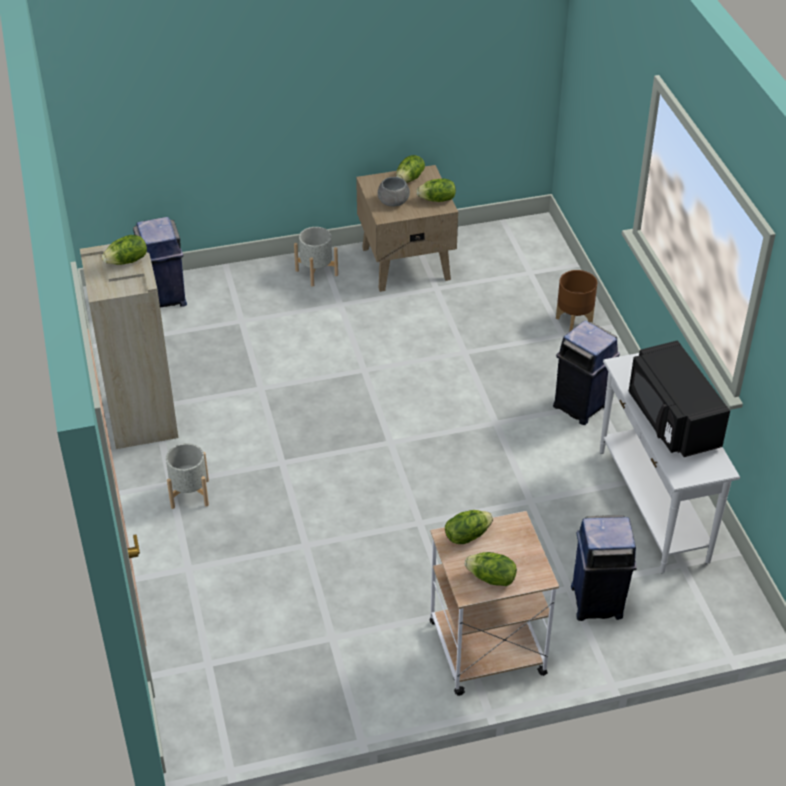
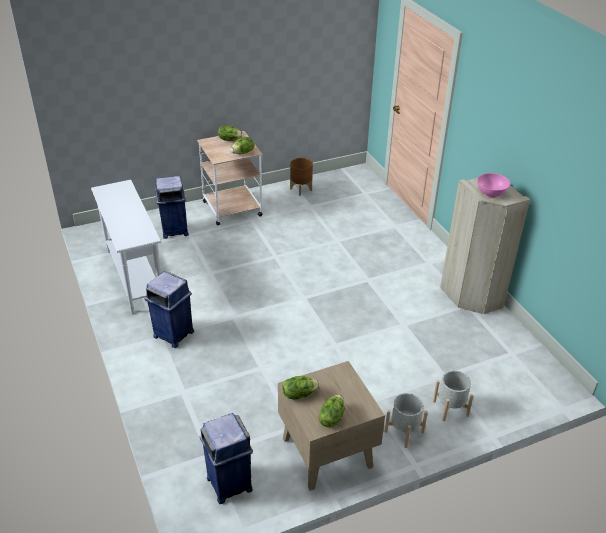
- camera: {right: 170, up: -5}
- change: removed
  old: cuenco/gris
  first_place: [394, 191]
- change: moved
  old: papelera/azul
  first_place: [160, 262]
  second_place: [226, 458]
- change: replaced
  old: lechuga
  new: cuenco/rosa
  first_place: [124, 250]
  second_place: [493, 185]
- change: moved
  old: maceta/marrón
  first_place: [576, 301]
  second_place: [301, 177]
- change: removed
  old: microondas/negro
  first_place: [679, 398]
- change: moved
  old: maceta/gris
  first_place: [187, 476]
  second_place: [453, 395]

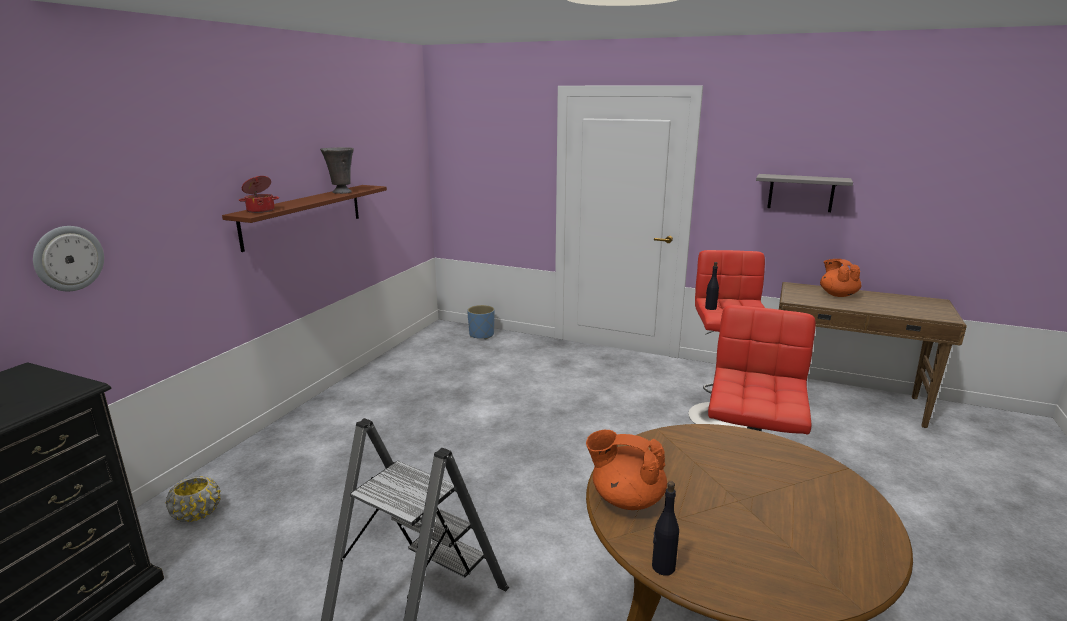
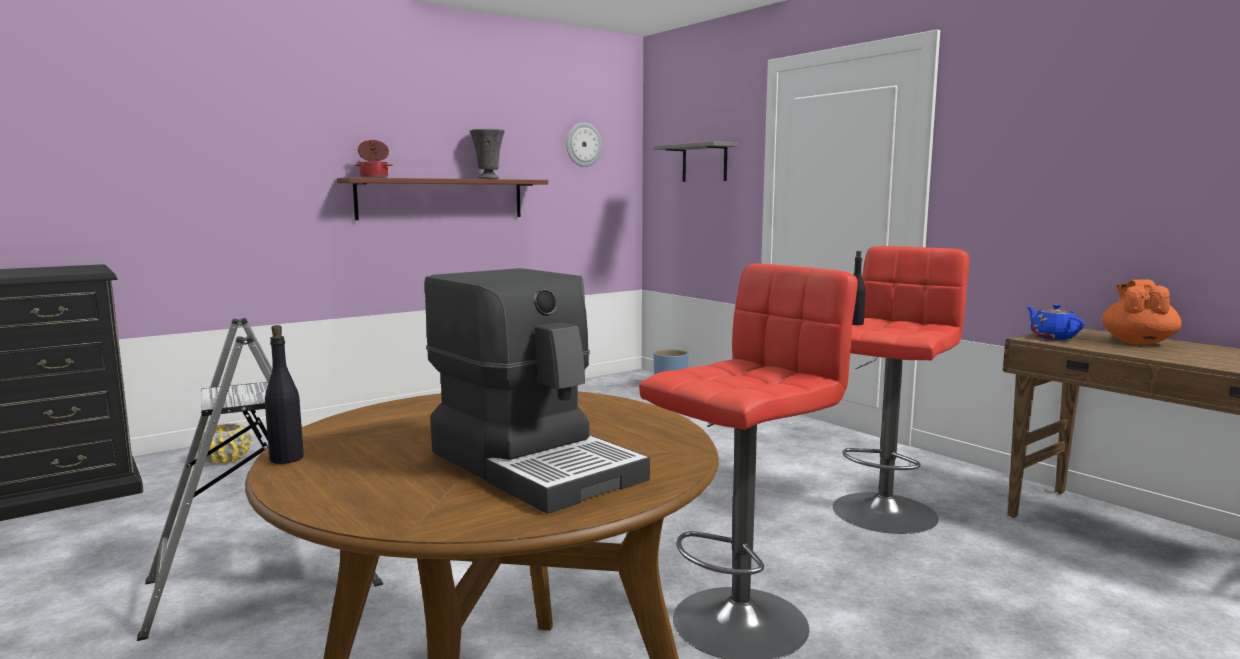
- camera: {right: 30, up: -10}
- change: moved
  old: estante/gris
  first_place: [804, 193]
  second_place: [695, 161]
- change: moved
  old: reloj de pared
  first_place: [68, 258]
  second_place: [584, 144]
- change: removed
  old: tetera/naranja
  first_place: [626, 470]
- change: added
  new: cafetera
  second_place: [537, 391]
- change: added
  new: tetera/azul
  second_place: [1056, 322]

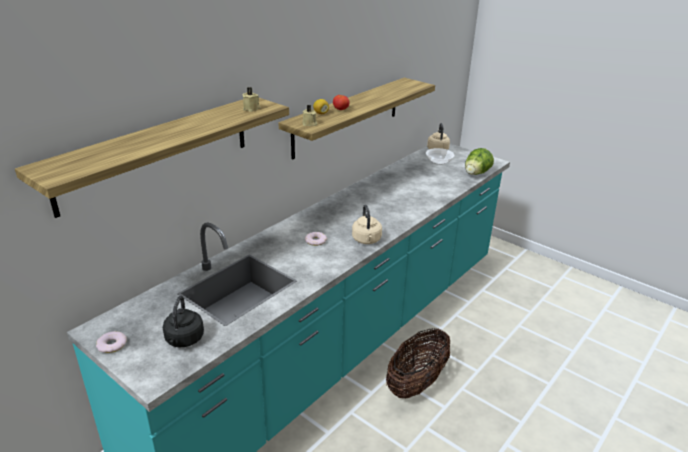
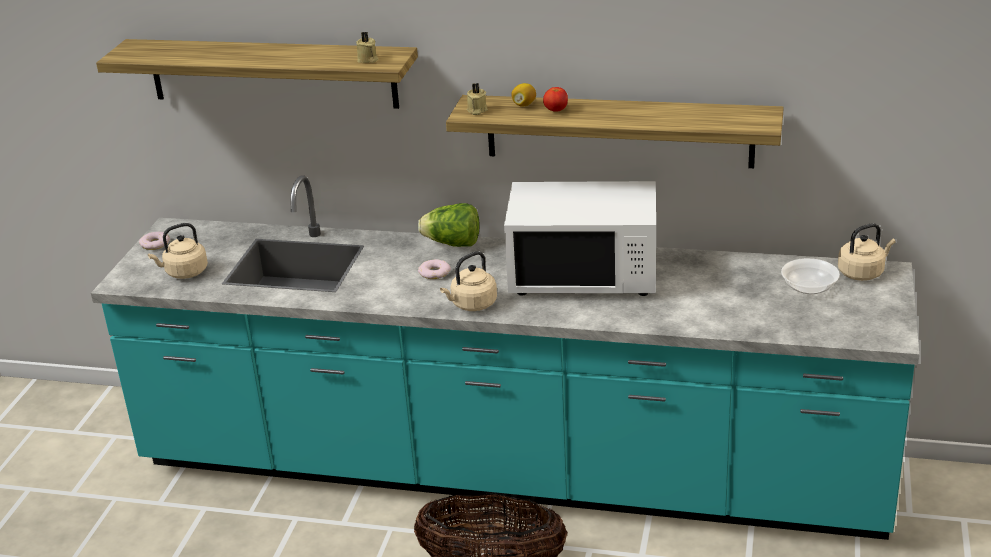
- camera: {right: 65, up: 0}
- change: moved
  old: lechuga
  first_place: [479, 161]
  second_place: [448, 225]
- change: recoloured
  old: hervidor/negro
  new: hervidor/beis
  first_place: [183, 321]
  second_place: [178, 251]
- change: added
  new: microondas/blanco
  second_place: [580, 238]

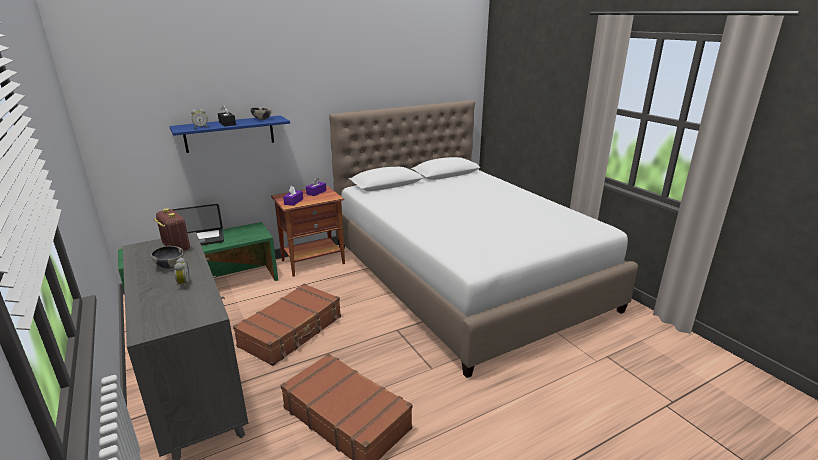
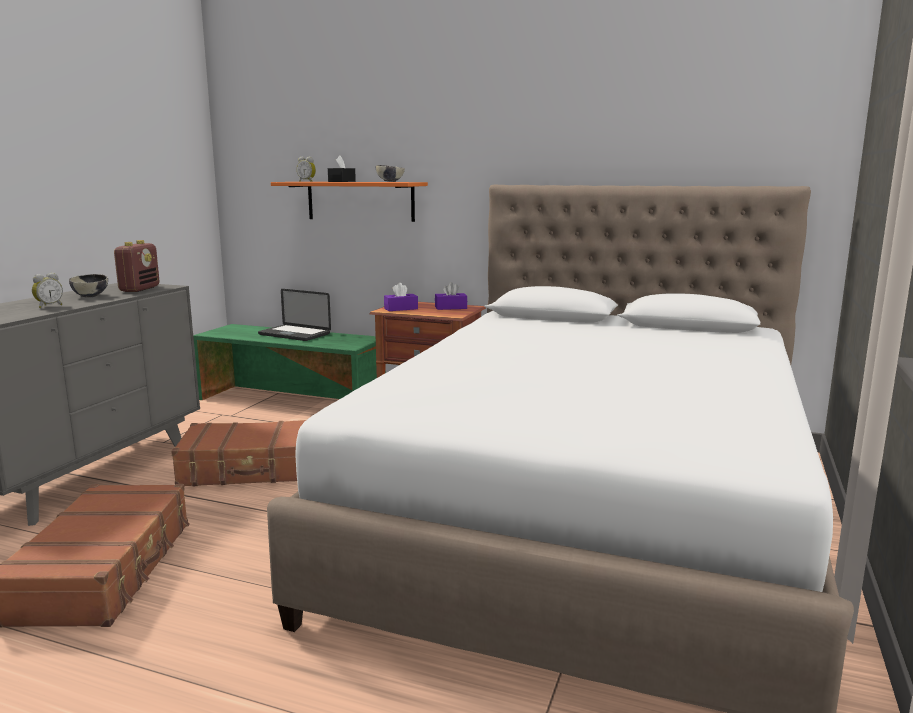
- camera: {right: 50, up: -10}
- change: recoloured
  old: estante/azul
  new: estante/naranja
  first_place: [229, 134]
  second_place: [349, 202]

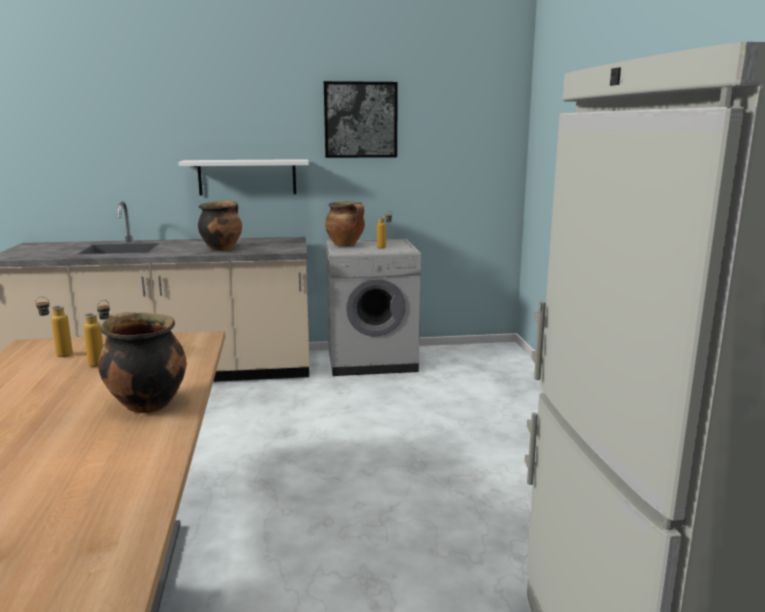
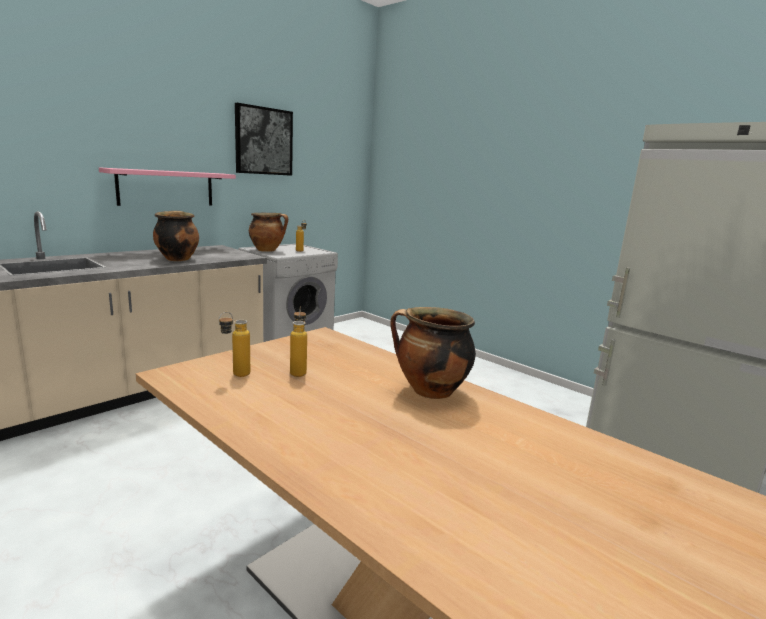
- camera: {right: -40, up: 0}
- change: recoloured
  old: estante/blanco
  new: estante/rosa
  first_place: [243, 177]
  second_place: [167, 186]

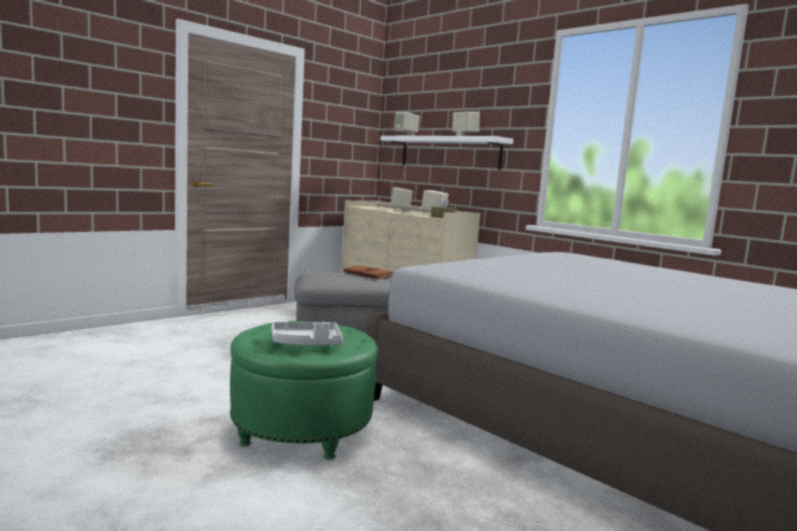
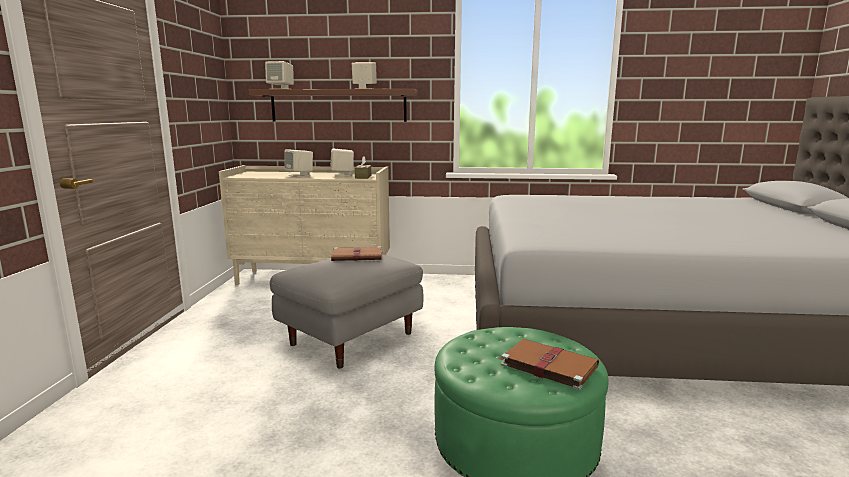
- camera: {right: -40, up: 5}
- change: recoloured
  old: estante/blanco
  new: estante/marrón
  first_place: [447, 153]
  second_place: [333, 105]
- change: replaced
  old: bandeja/gris
  new: libro/marrón
  first_place: [307, 334]
  second_place: [549, 364]

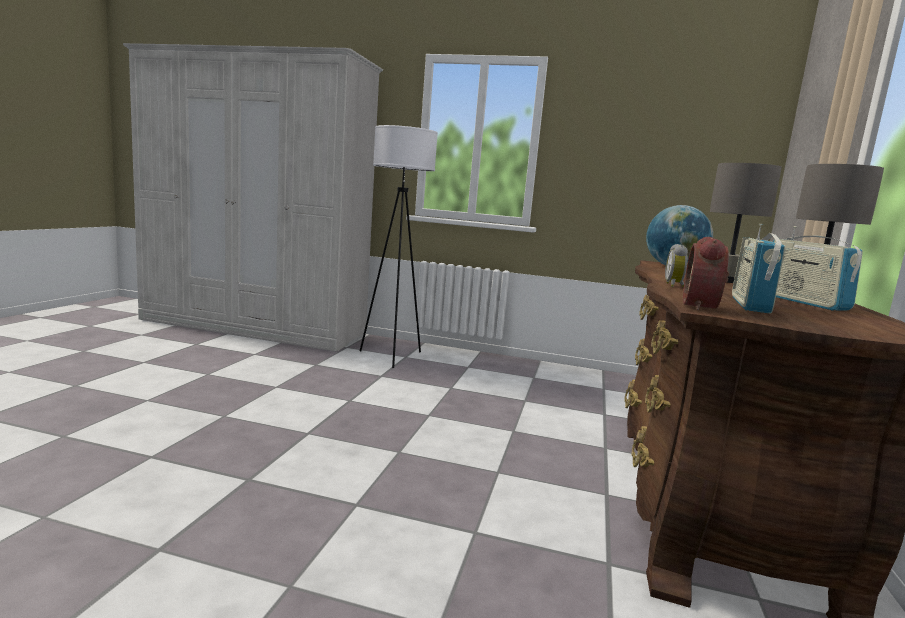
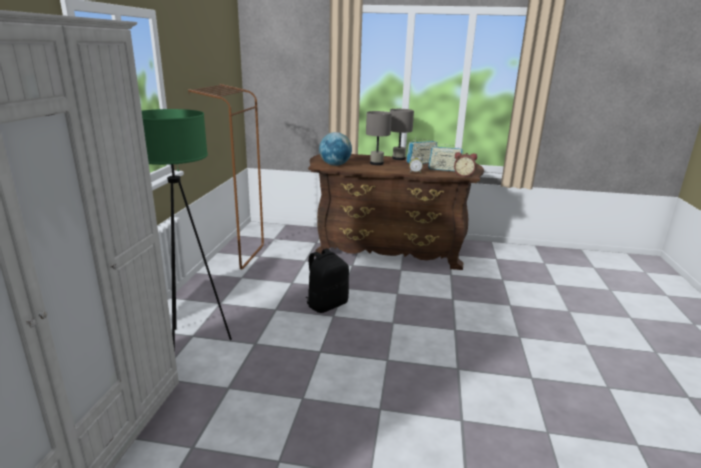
- camera: {right: -95, up: 10}
- change: recoloured
  old: lámpara de pie/blanco
  new: lámpara de pie/verde
  first_place: [399, 246]
  second_place: [187, 230]
- change: added
  new: perchero/marrón
  second_place: [226, 176]
- change: added
  new: mochila/negro
  second_place: [327, 281]

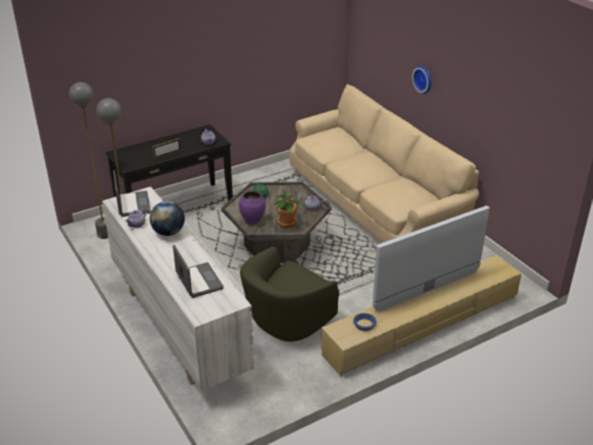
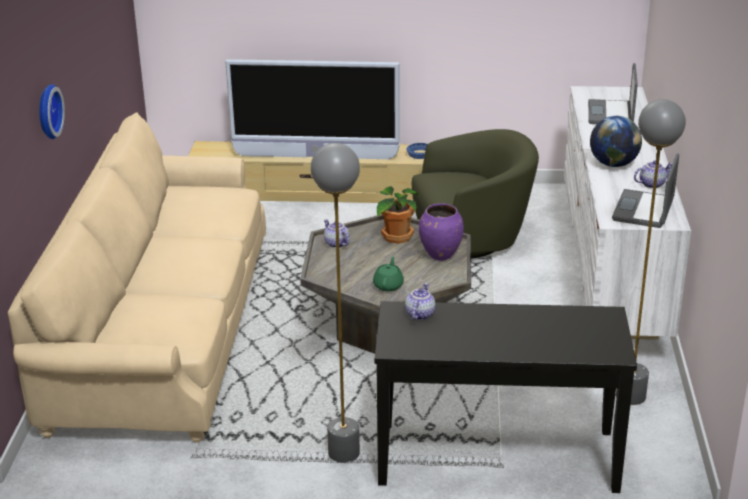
- camera: {right: -145, up: -5}
- change: moved
  old: lámpara de pie/gris
  first_place: [88, 160]
  second_place: [335, 303]
- change: removed
  old: portarretratos
  first_place: [167, 149]

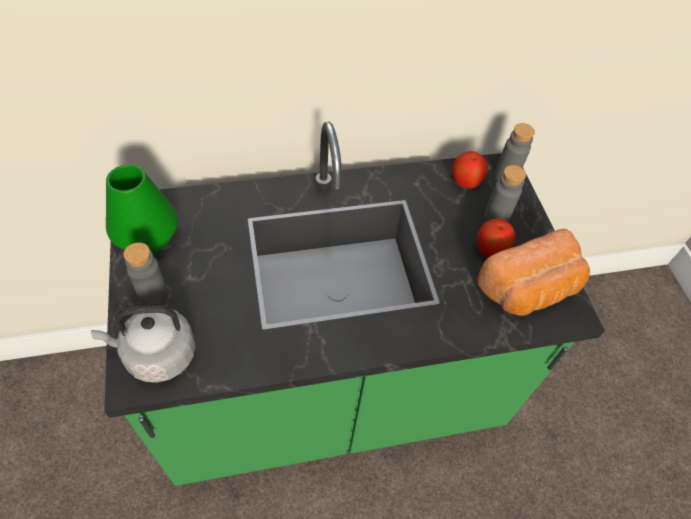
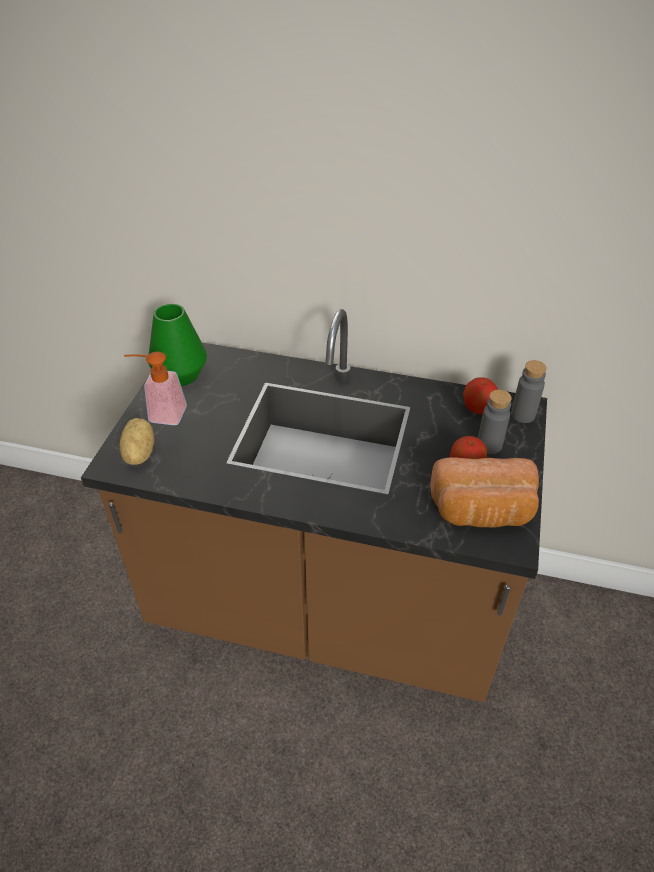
- camera: {right: 30, up: -10}
- change: recoloured
  old: mueble bajo de cocina/verde
  new: mueble bajo de cocina/marrón
  first_place: [354, 304]
  second_place: [314, 505]
- change: replaced
  old: botella/gris
  new: dispensador de jabón
  first_place: [145, 274]
  second_place: [155, 388]
- change: replaced
  old: hervidor/gris
  new: patata
  first_place: [143, 344]
  second_place: [136, 441]

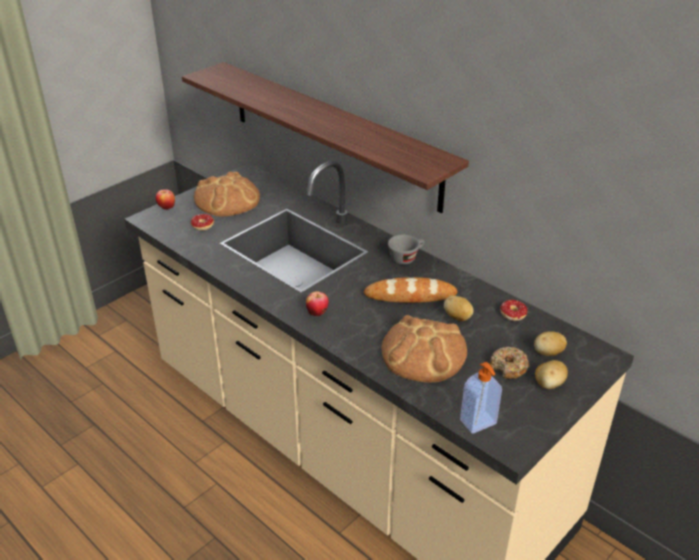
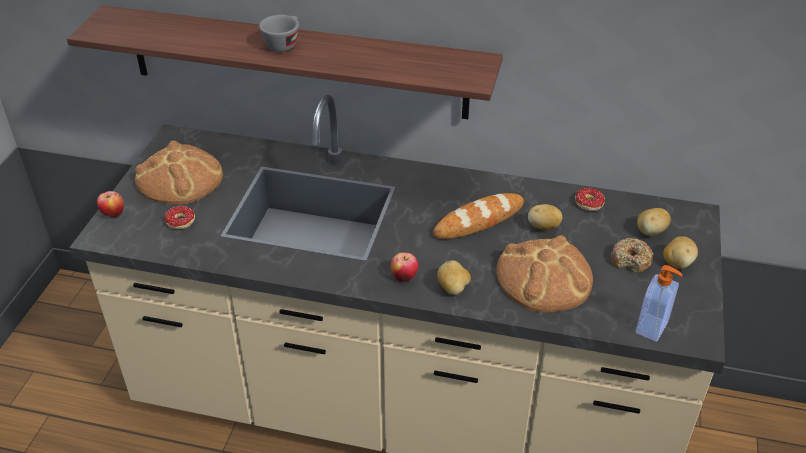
- camera: {right: -30, up: 5}
- change: moved
  old: taza/gris
  first_place: [406, 250]
  second_place: [279, 33]
- change: added
  new: patata
  second_place: [454, 277]

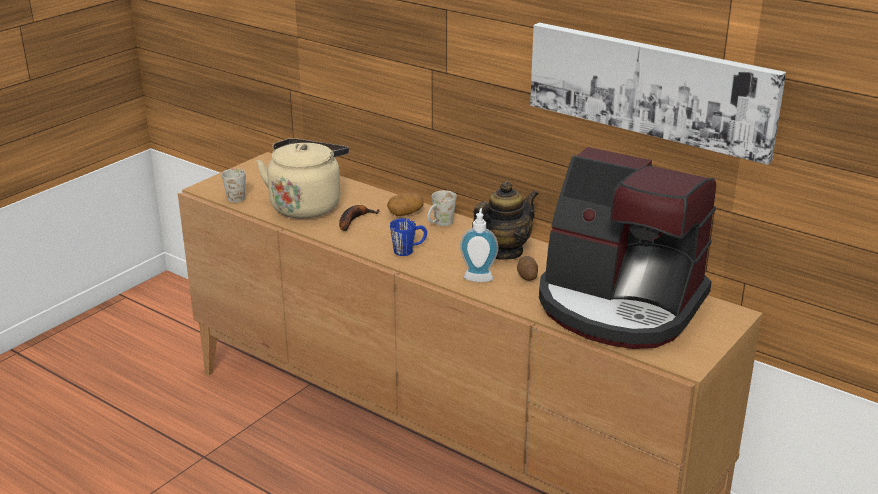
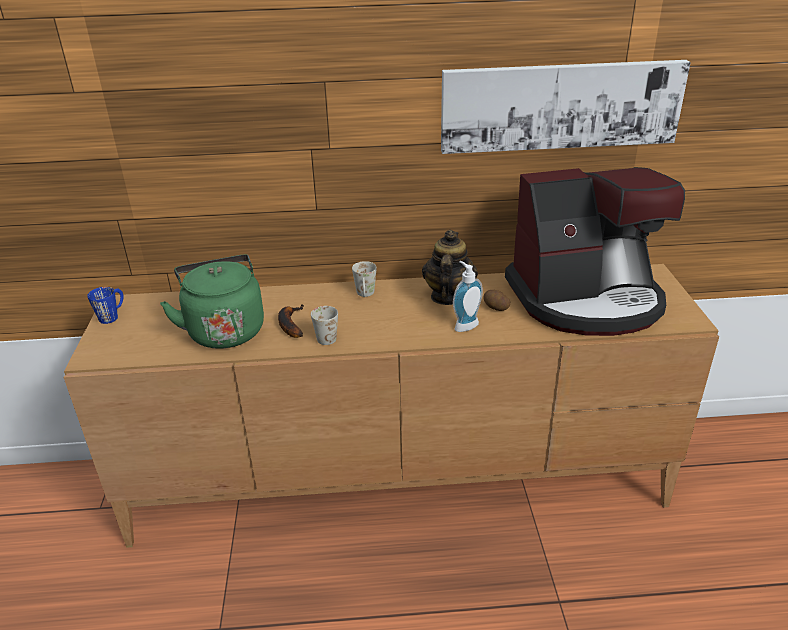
- camera: {right: -40, up: 5}
- change: recoloured
  old: hervidor/beis
  new: hervidor/verde
  first_place: [302, 178]
  second_place: [212, 301]
- change: moved
  old: taza grande/blanco
  first_place: [234, 185]
  second_place: [324, 325]
- change: removed
  old: patata
  first_place: [405, 204]
- change: moved
  old: taza grande/azul
  first_place: [408, 237]
  second_place: [105, 305]

